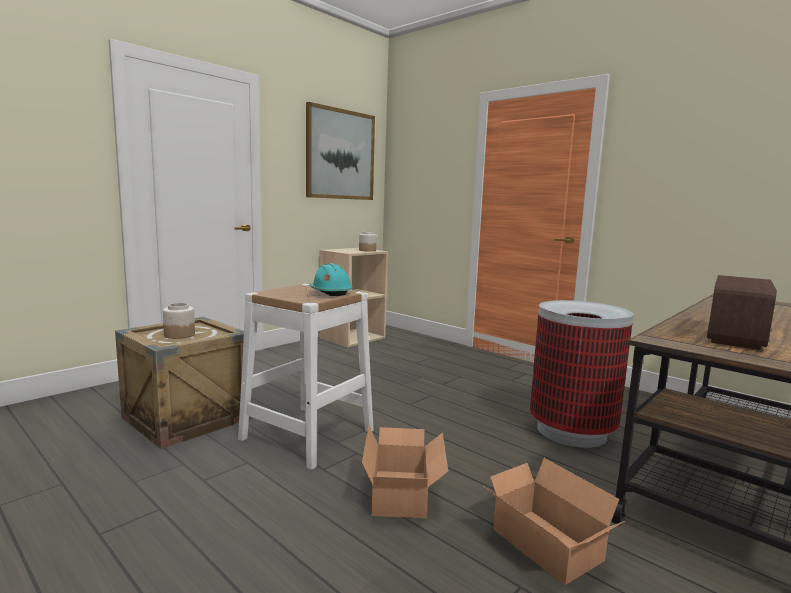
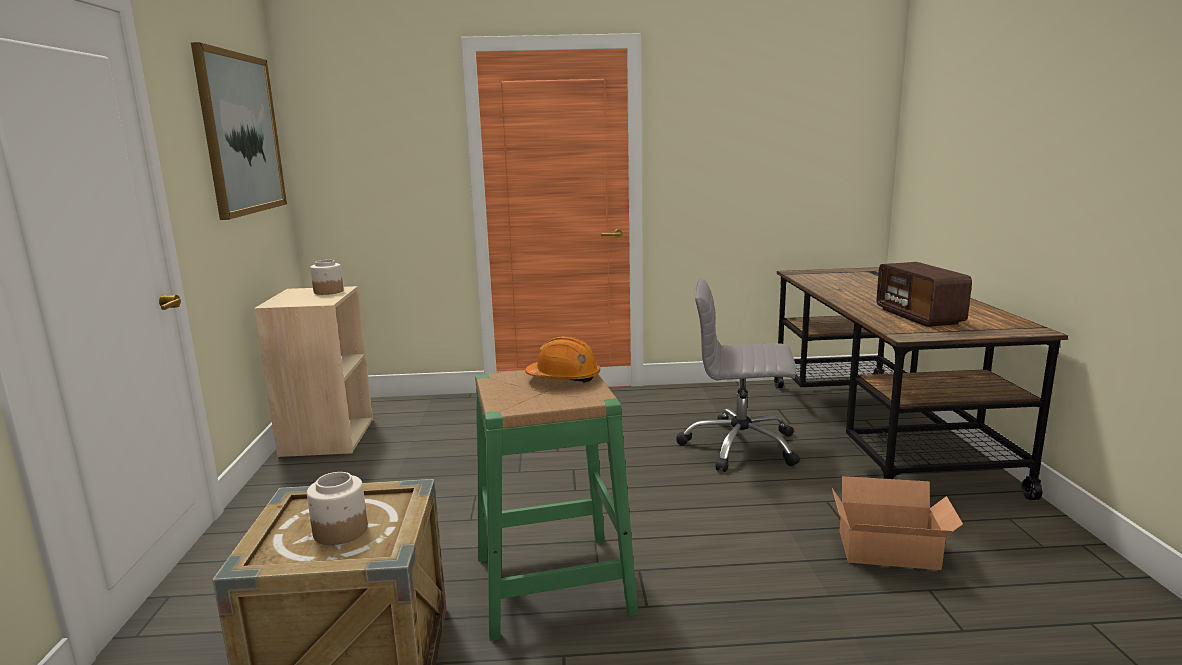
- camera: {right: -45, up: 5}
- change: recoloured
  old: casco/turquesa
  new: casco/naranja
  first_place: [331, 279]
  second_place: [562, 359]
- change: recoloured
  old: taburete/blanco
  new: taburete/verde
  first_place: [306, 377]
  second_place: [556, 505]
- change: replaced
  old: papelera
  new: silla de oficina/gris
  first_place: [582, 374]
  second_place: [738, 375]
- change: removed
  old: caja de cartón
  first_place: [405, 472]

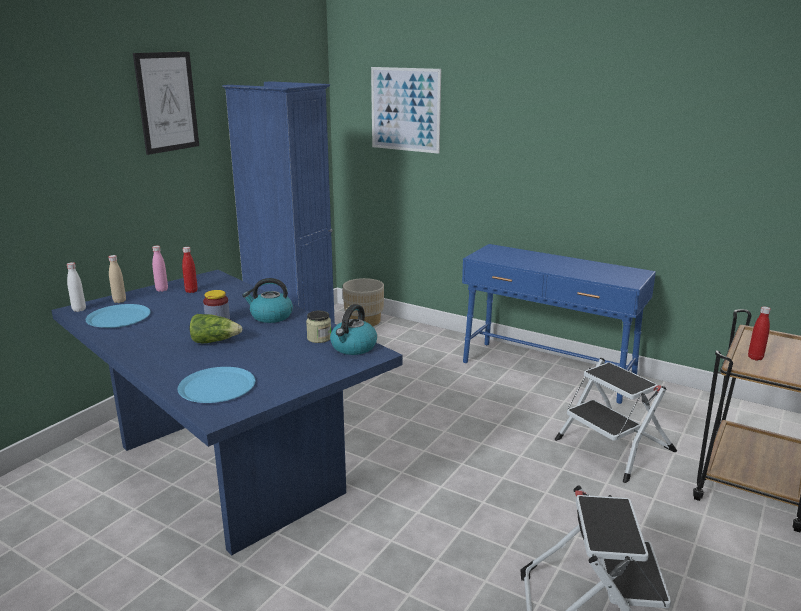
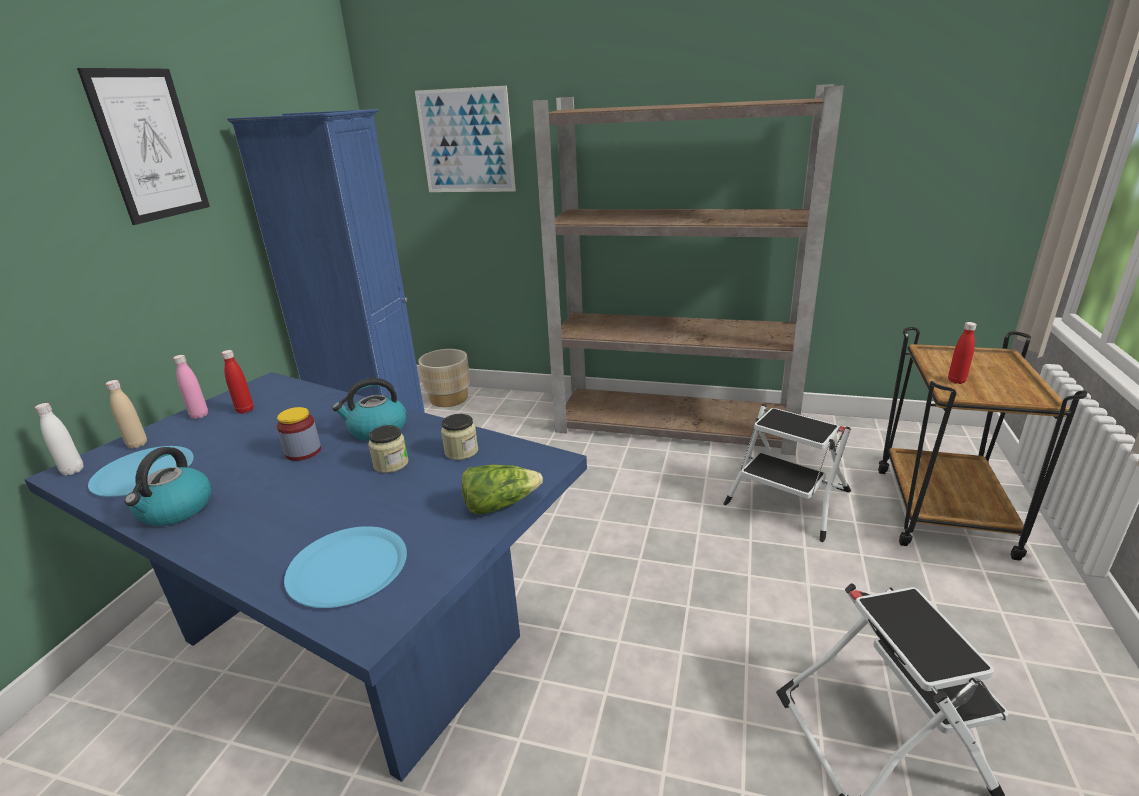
- camera: {right: -15, up: 5}
- change: replaced
  old: mesa consola/azul
  new: estantería/marrón
  first_place: [559, 324]
  second_place: [688, 269]
- change: moved
  old: hervidor
  first_place: [353, 329]
  second_place: [167, 486]
- change: moved
  old: lechuga
  first_place: [216, 328]
  second_place: [502, 489]
- change: added
  new: tarro
  second_place: [388, 449]

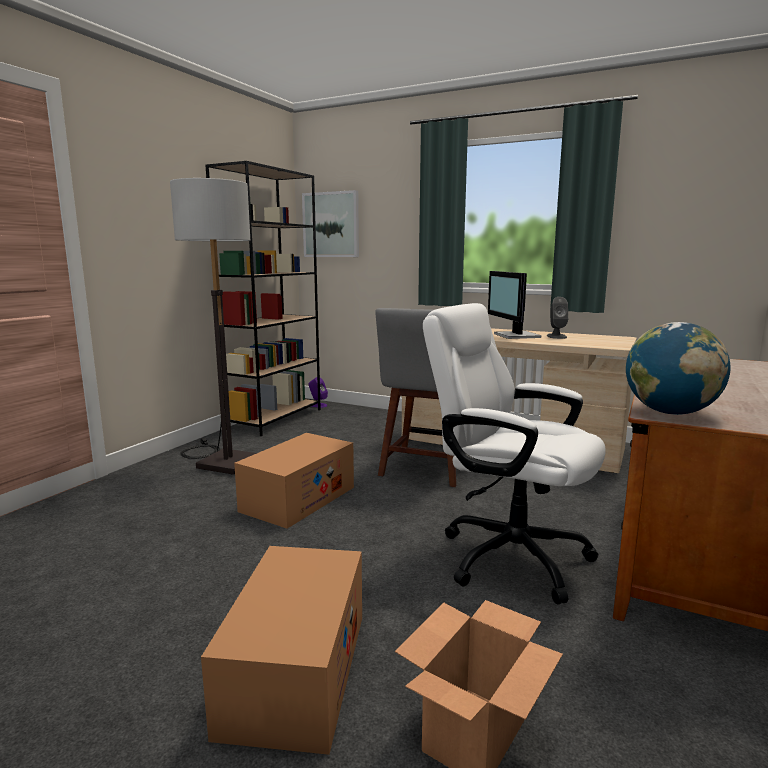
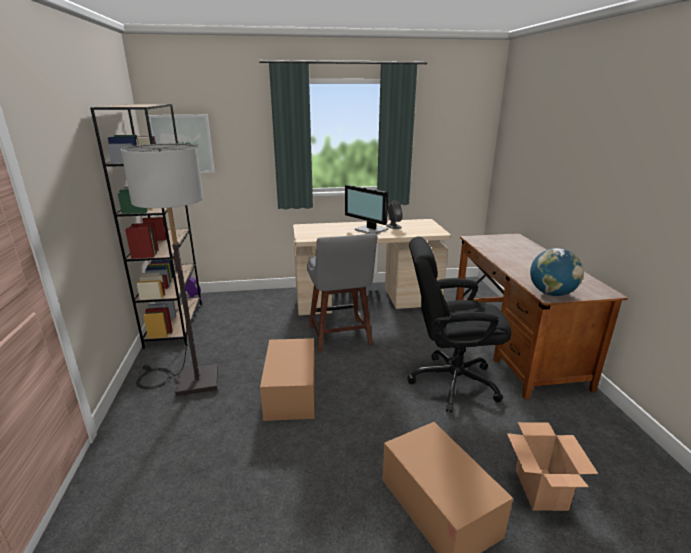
- camera: {right: -35, up: 10}
- change: recoloured
  old: silla de oficina/blanco
  new: silla de oficina/negro
  first_place: [514, 453]
  second_place: [459, 324]

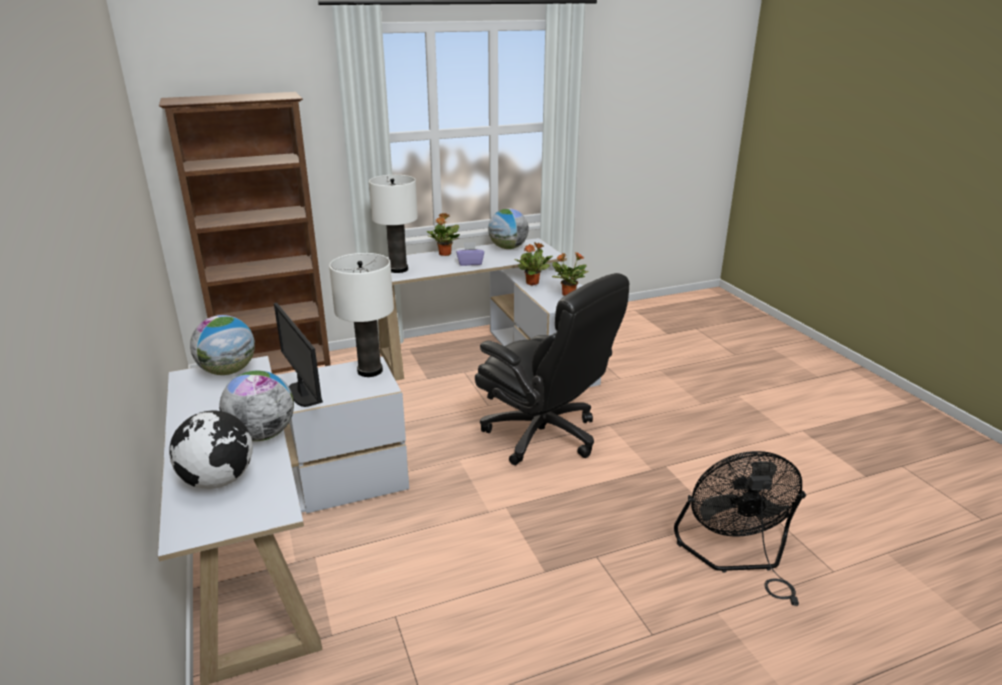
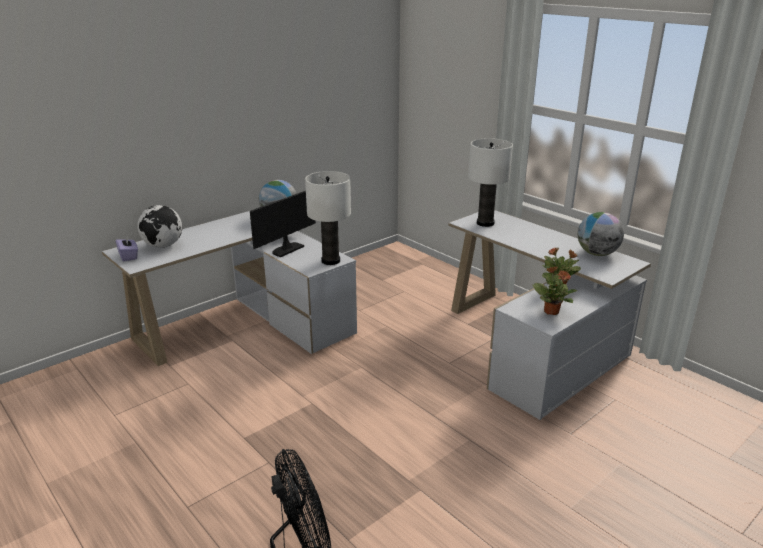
- camera: {right: 70, up: 0}
- change: removed
  old: estantería/marrón
  first_place: [245, 233]
- change: removed
  old: planta en maceta
  first_place: [443, 234]
- change: moved
  old: caja de pañuelos/morado
  first_place: [470, 254]
  second_place: [127, 248]
- change: removed
  old: silla de oficina/negro
  first_place: [552, 369]
- change: removed
  old: globo terráqueo
  first_place: [256, 406]

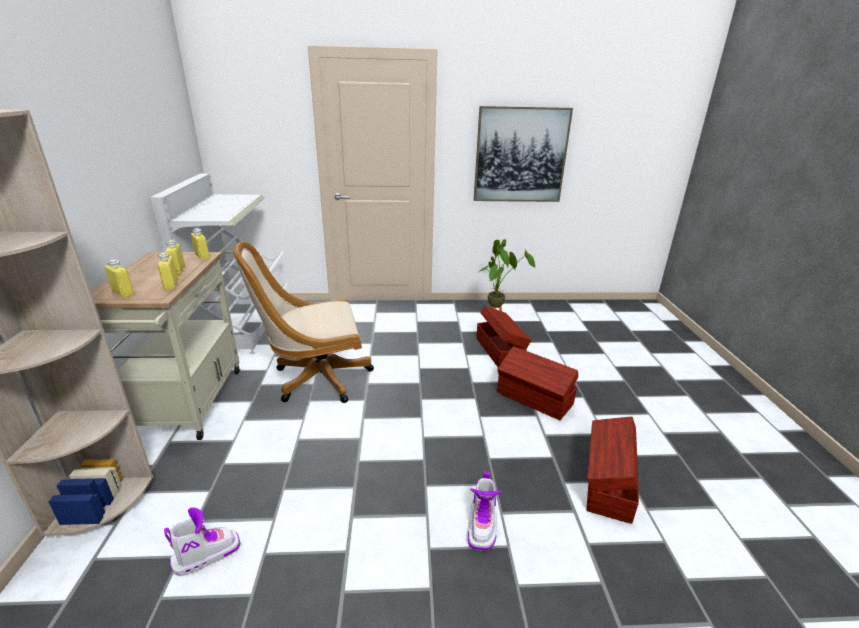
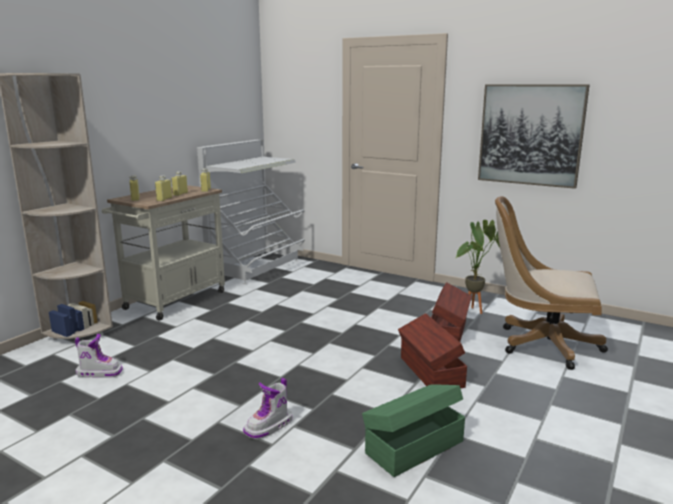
- camera: {right: 35, up: -10}
- change: moved
  old: silla de oficina
  first_place: [303, 322]
  second_place: [551, 283]
- change: recoloured
  old: caja de almacenaje/marrón
  new: caja de almacenaje/verde
  first_place: [612, 470]
  second_place: [413, 430]

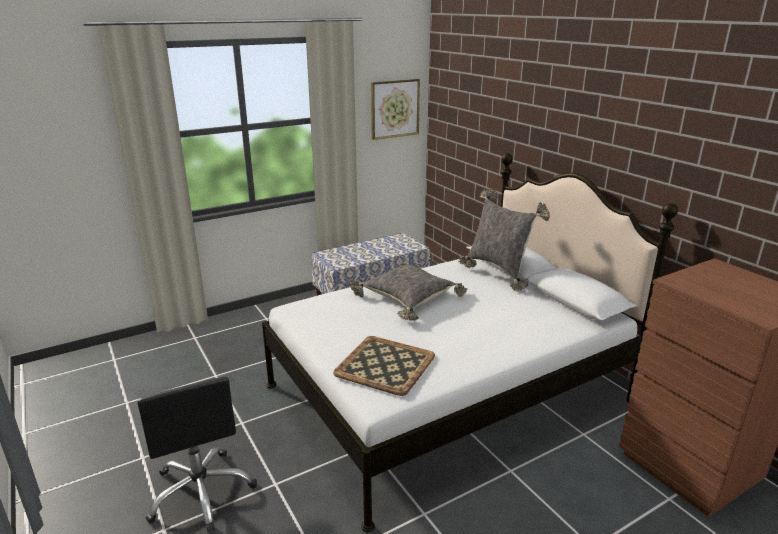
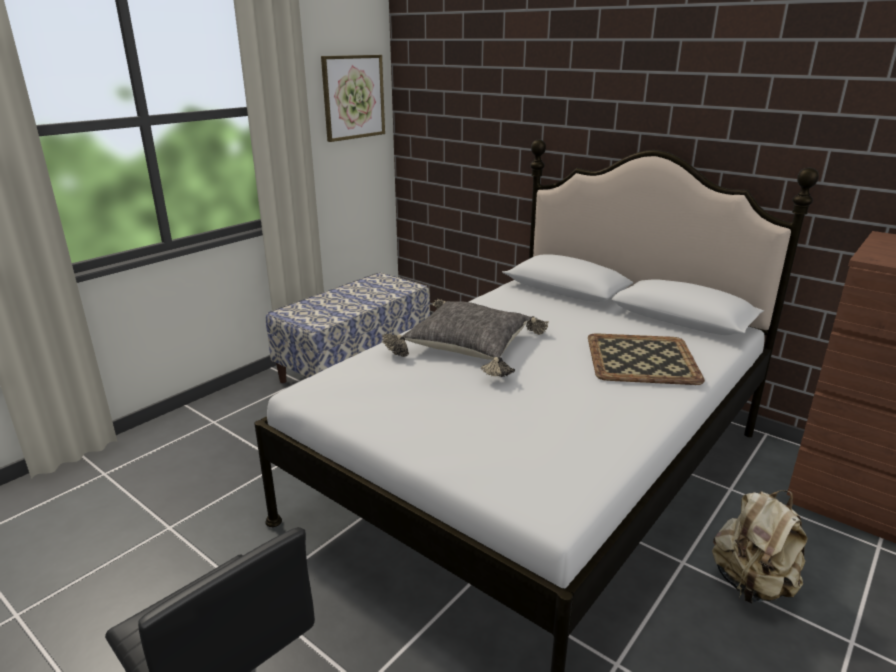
- camera: {right: -20, up: 0}
- change: removed
  old: cojín
  first_place: [504, 240]
- change: moved
  old: bandeja
  first_place: [384, 366]
  second_place: [646, 359]
- change: added
  new: mochila/beis
  second_place: [759, 547]

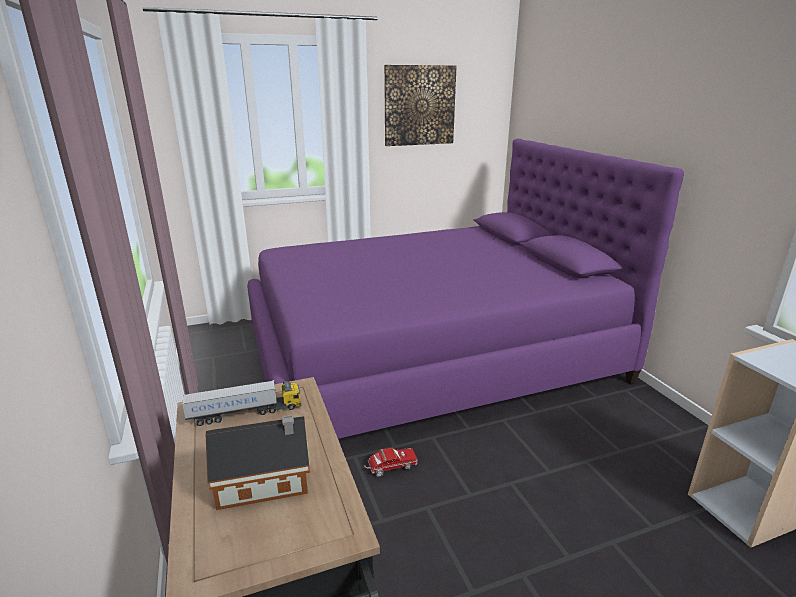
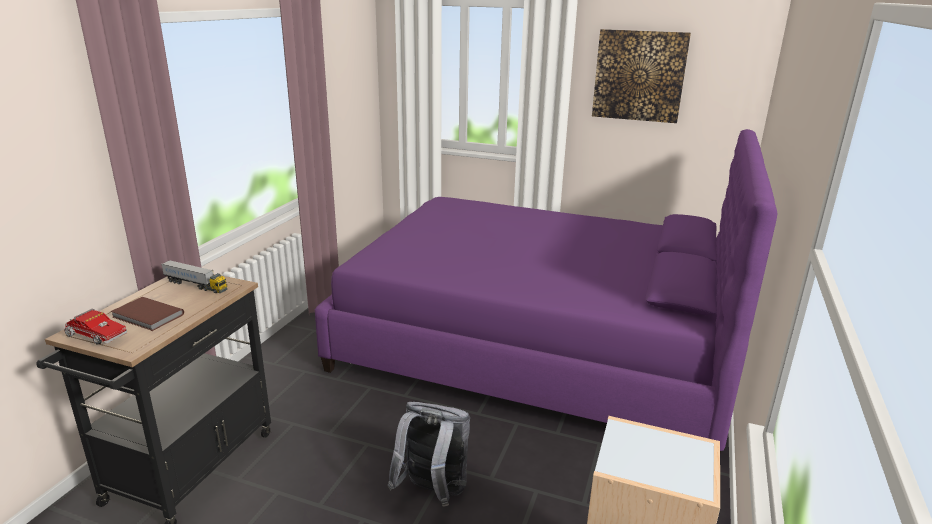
- camera: {right: 40, up: 0}
- change: replaced
  old: casita
  new: libro/marrón
  first_place: [258, 462]
  second_place: [147, 314]
- change: moved
  old: camión de juguete
  first_place: [391, 462]
  second_place: [95, 327]
- change: added
  new: mochila/gris
  second_place: [429, 454]

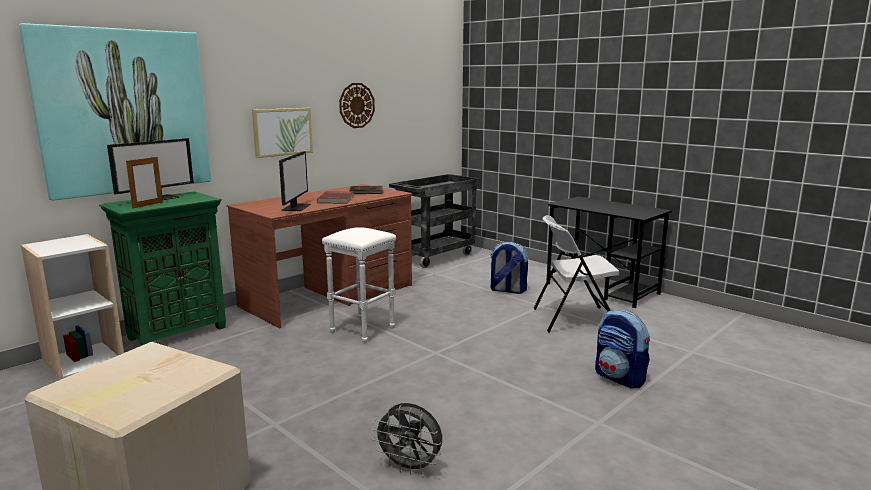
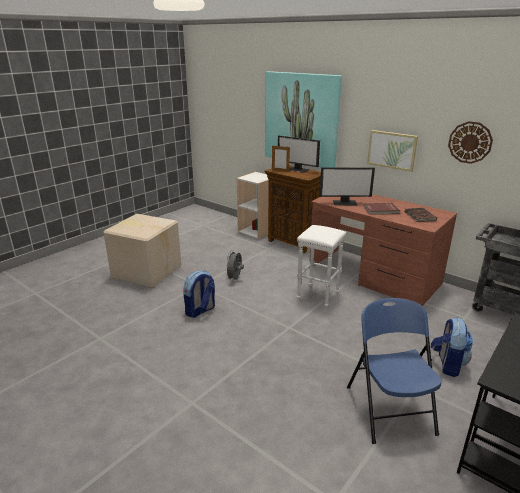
- camera: {right: 85, up: 10}
- change: recoloured
  old: armario/verde
  new: armario/marrón
  first_place: [162, 268]
  second_place: [293, 209]
- change: recoloured
  old: silla/blanco
  new: silla/azul
  first_place: [576, 274]
  second_place: [394, 371]
- change: moved
  old: mochila
  first_place: [622, 349]
  second_place: [199, 294]
- change: moved
  old: ventilador/gris
  first_place: [407, 439]
  second_place: [234, 265]

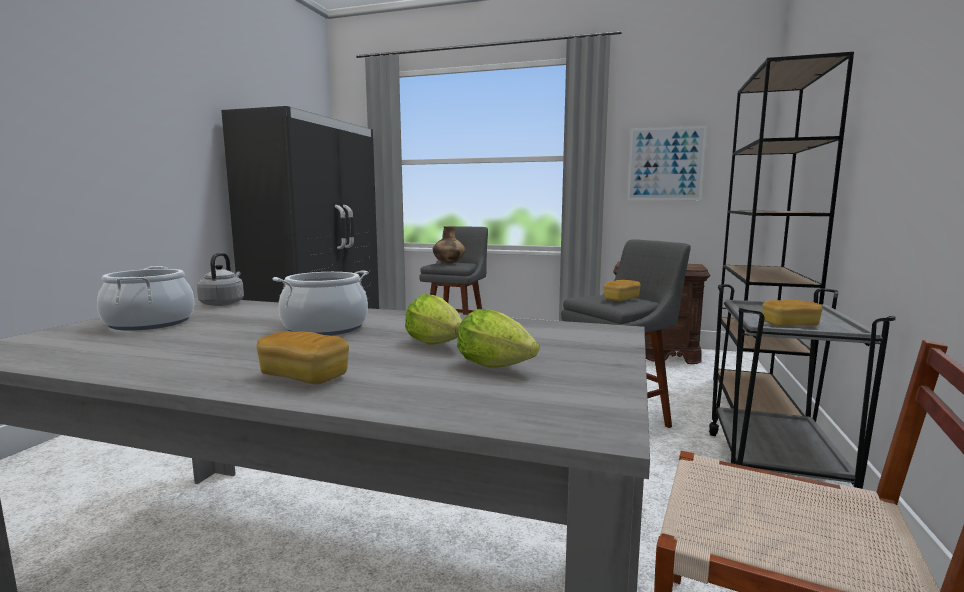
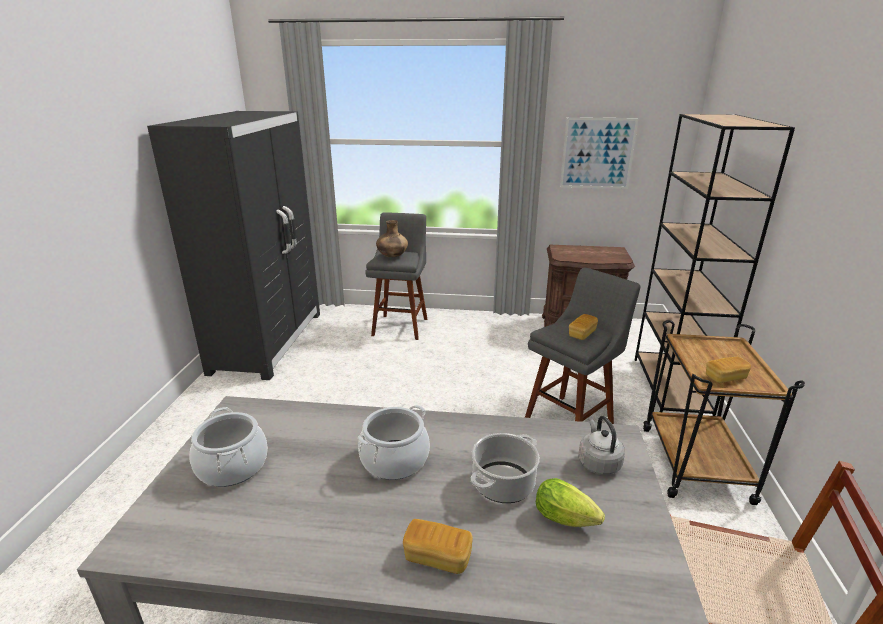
- camera: {right: -10, up: 15}
- change: moved
  old: hervidor/gris
  first_place: [220, 279]
  second_place: [601, 445]
- change: recoloured
  old: carrito/gris
  new: carrito/marrón
  first_place: [802, 386]
  second_place: [724, 412]
- change: replaced
  old: lechuga
  new: olla
  first_place: [433, 319]
  second_place: [505, 468]

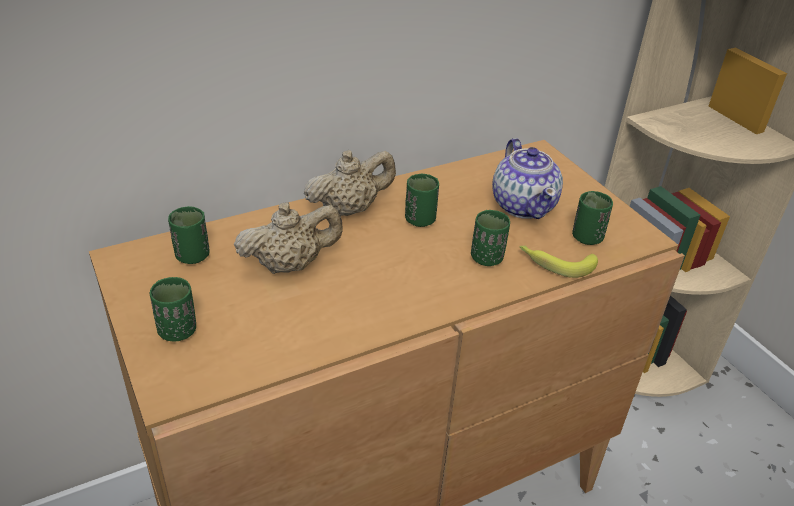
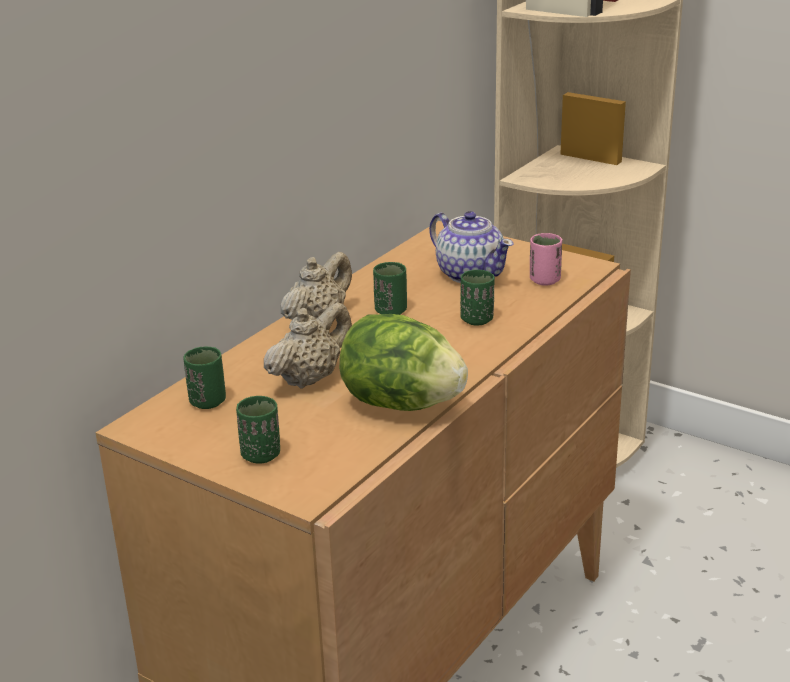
- camera: {right: -25, up: -10}
- change: recoloured
  old: taza/verde
  new: taza/rosa
  first_place: [592, 218]
  second_place: [546, 259]
- change: removed
  old: plátano
  first_place: [558, 262]
- change: added
  new: lechuga
  second_place: [403, 362]

